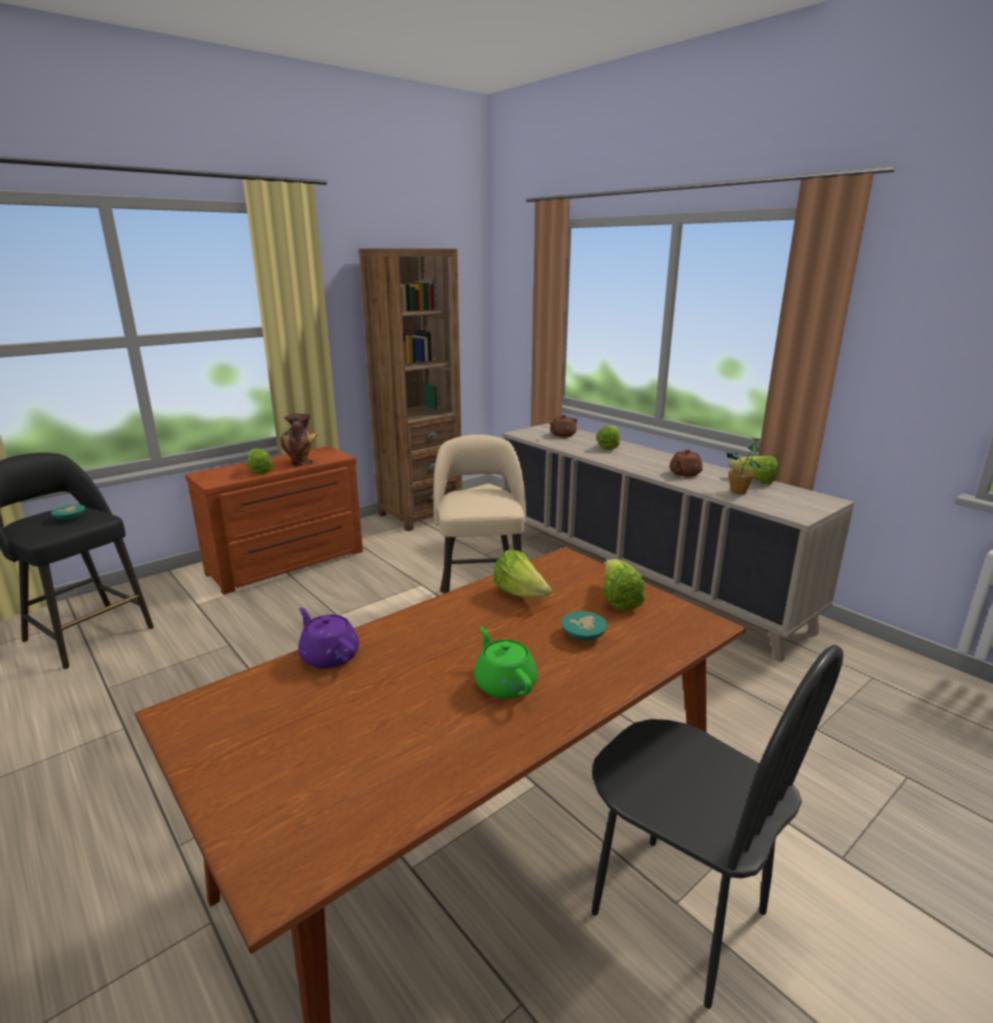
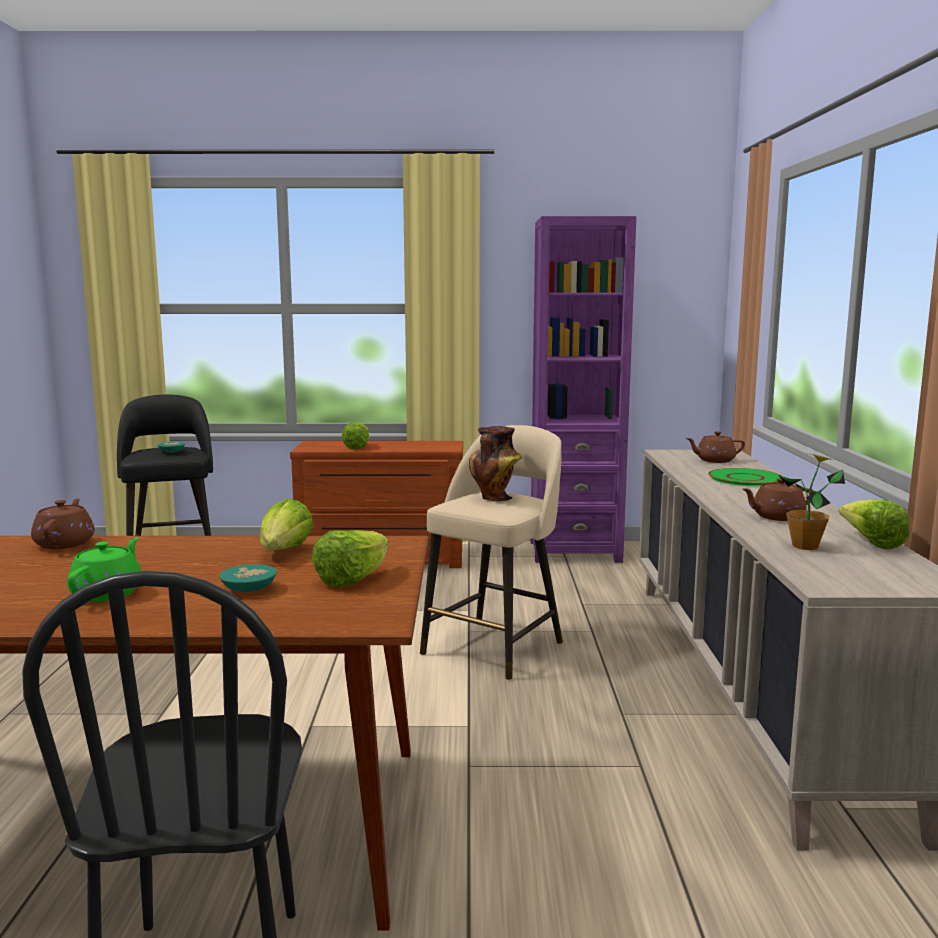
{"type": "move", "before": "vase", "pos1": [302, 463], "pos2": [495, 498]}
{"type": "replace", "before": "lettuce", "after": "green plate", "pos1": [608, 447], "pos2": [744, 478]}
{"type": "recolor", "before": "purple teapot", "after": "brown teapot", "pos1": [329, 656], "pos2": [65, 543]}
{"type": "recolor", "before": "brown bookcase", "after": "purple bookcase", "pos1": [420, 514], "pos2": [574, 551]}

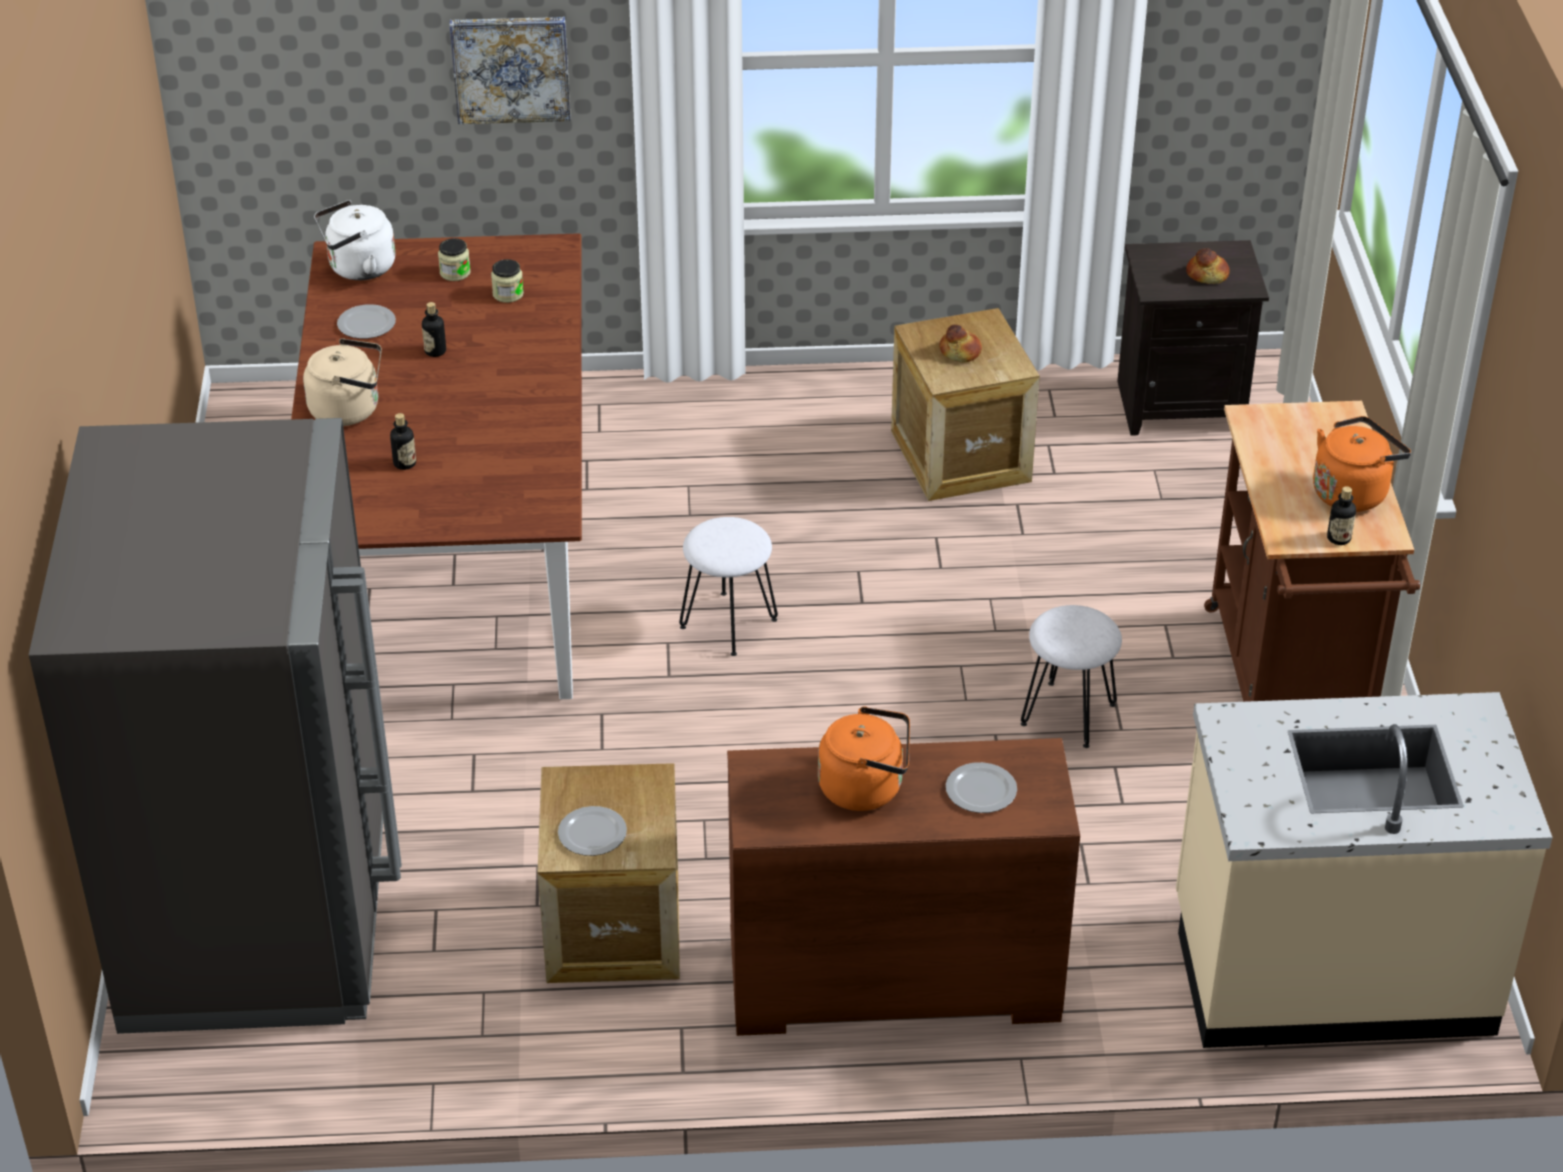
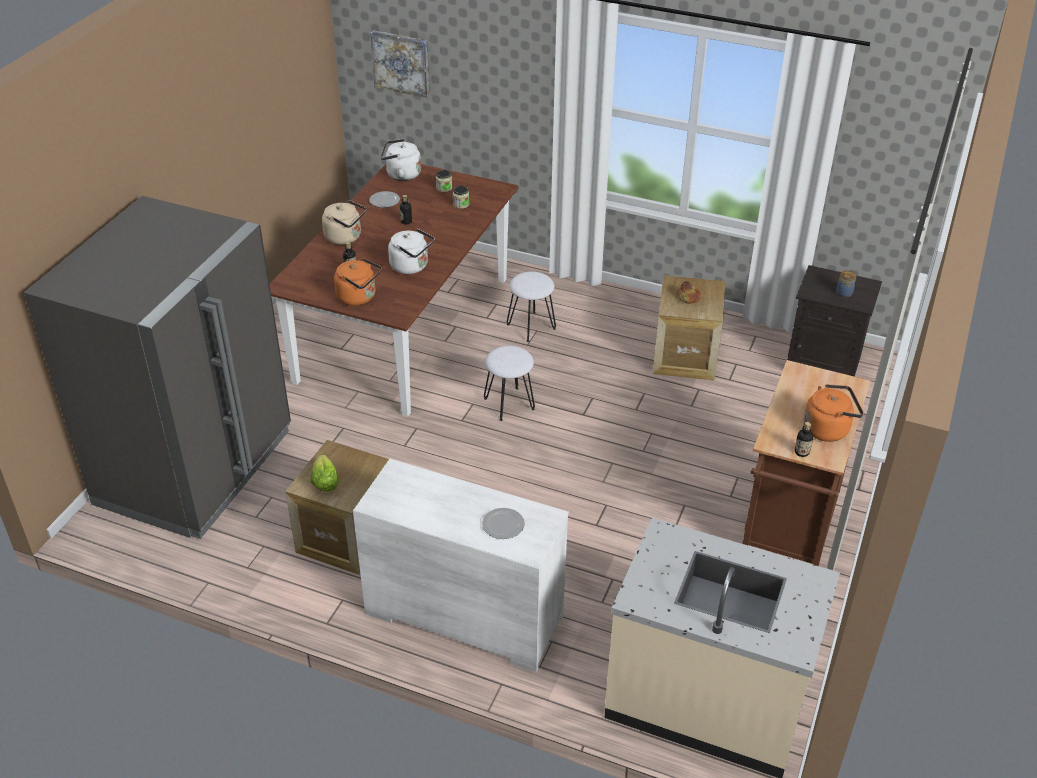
{"type": "insert", "after": "white kettle", "pos2": [411, 267]}
{"type": "move", "before": "picture", "pos1": [511, 68], "pos2": [401, 63]}
{"type": "move", "before": "orange kettle", "pos1": [866, 787], "pos2": [359, 297]}
{"type": "move", "before": "white stool", "pos1": [1069, 714], "pos2": [531, 327]}
{"type": "replace", "before": "plate", "after": "lettuce", "pos1": [592, 834], "pos2": [324, 481]}
{"type": "replace", "before": "bread", "after": "jar", "pos1": [1207, 274], "pos2": [844, 292]}
{"type": "recolor", "before": "brown dresser", "after": "white dresser", "pos1": [892, 981], "pos2": [463, 616]}

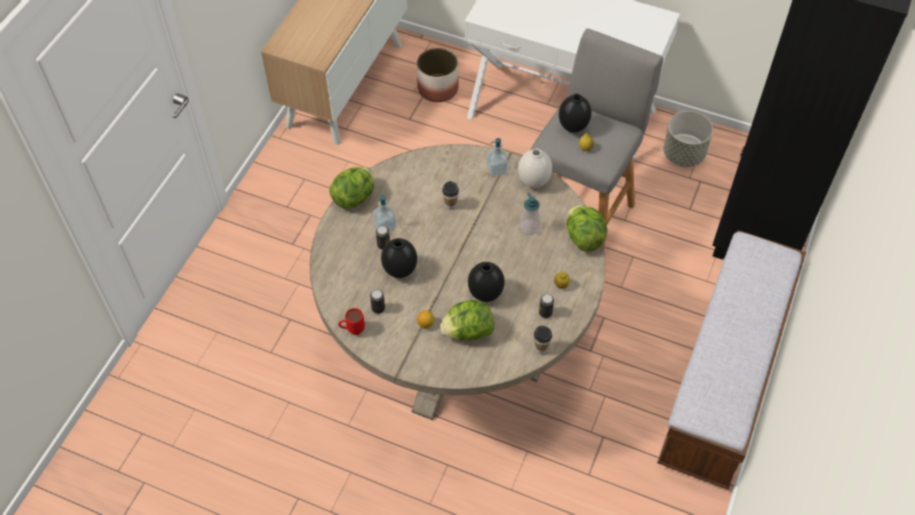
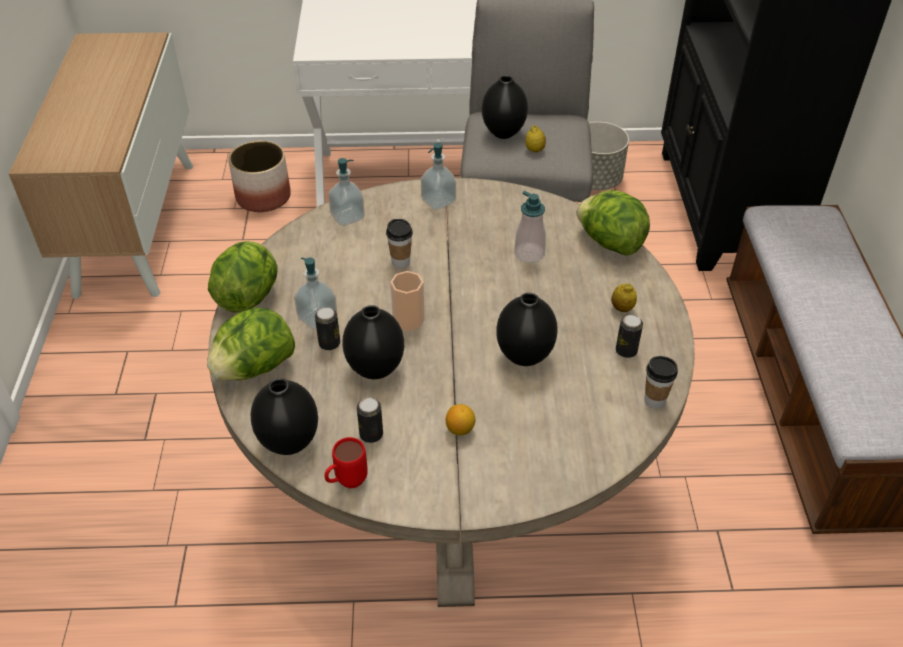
{"type": "delete", "before": "white vase", "pos1": [534, 181]}
{"type": "insert", "after": "black vase", "pos2": [289, 443]}
{"type": "insert", "after": "soap dispenser", "pos2": [347, 217]}
{"type": "insert", "after": "cup", "pos2": [408, 320]}
{"type": "move", "before": "lettuce", "pos1": [467, 331], "pos2": [254, 368]}

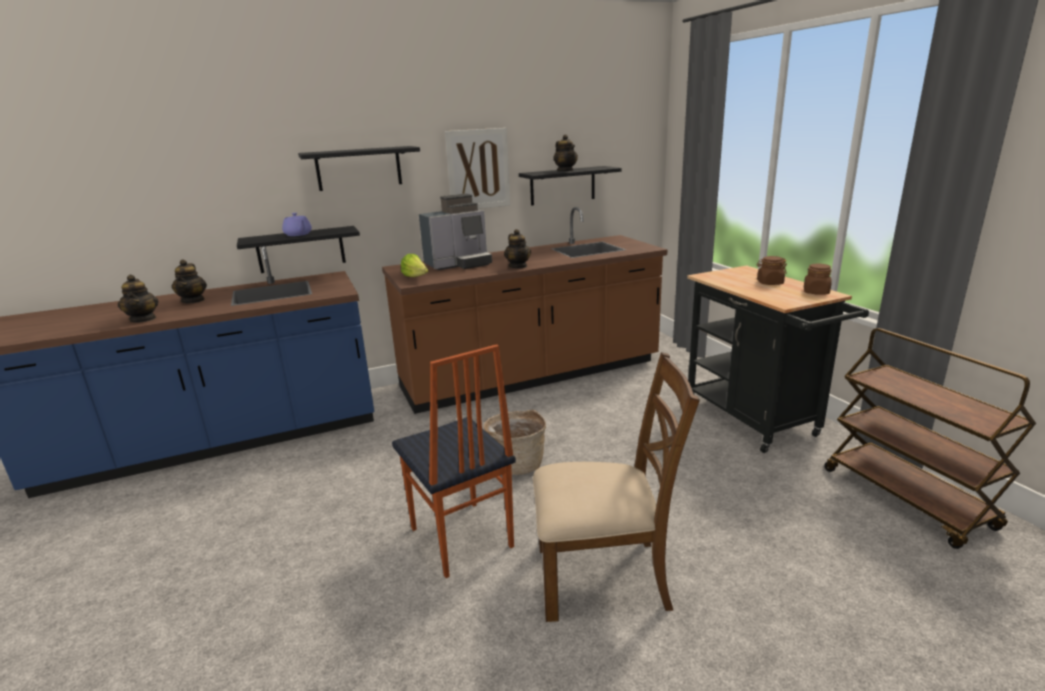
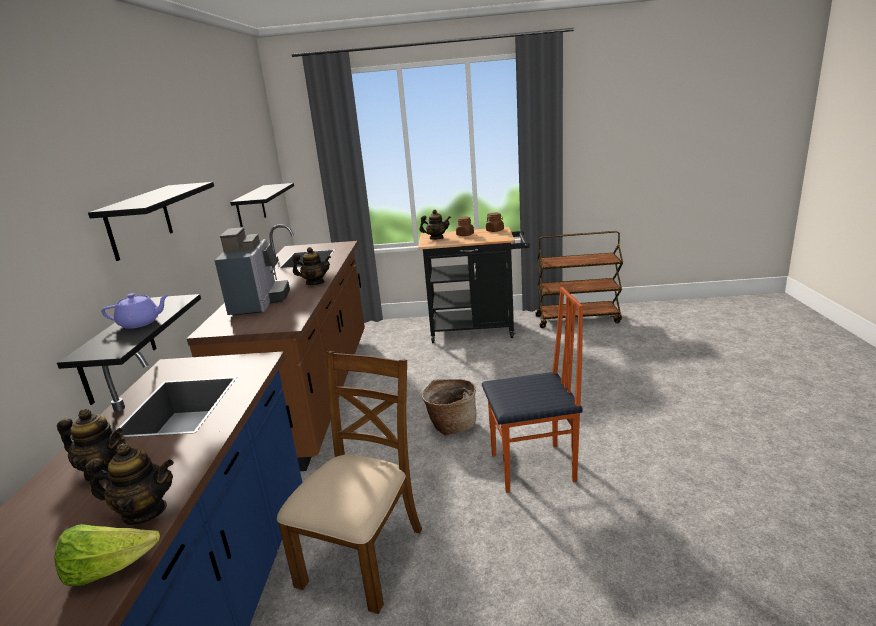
{"type": "delete", "before": "picture", "pos1": [478, 169]}
{"type": "move", "before": "lettuce", "pos1": [416, 278], "pos2": [109, 569]}
{"type": "move", "before": "brown chair", "pos1": [604, 577], "pos2": [364, 555]}
{"type": "move", "before": "teapot", "pos1": [565, 171], "pos2": [436, 238]}

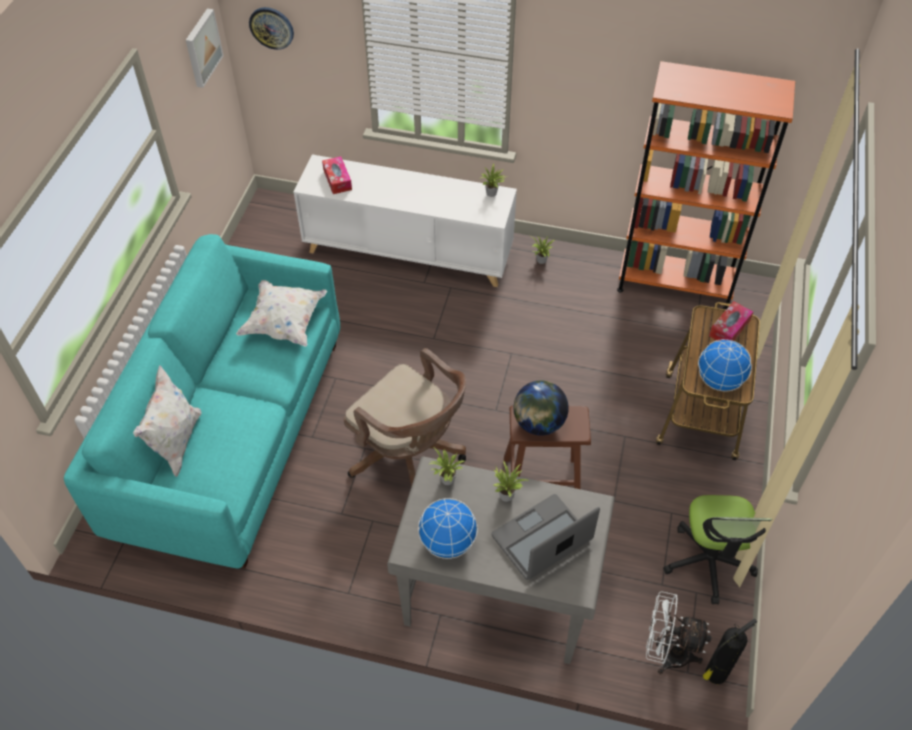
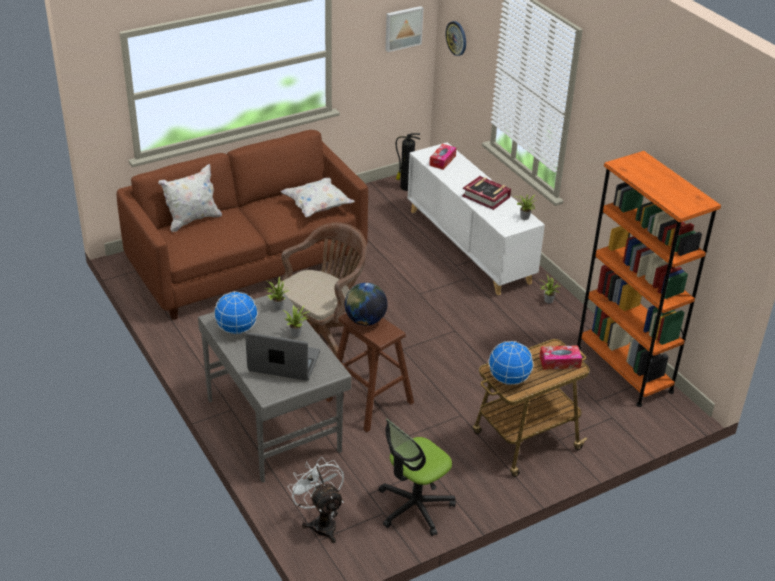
{"type": "insert", "after": "book", "pos2": [486, 196]}
{"type": "move", "before": "fire extinguisher", "pos1": [714, 674], "pos2": [405, 187]}
{"type": "recolor", "before": "turquoise sofa", "after": "brown sofa", "pos1": [230, 434], "pos2": [248, 263]}
{"type": "rotate", "before": "brown office chair", "pos1": [410, 457], "pos2": [322, 335], "turn": -135}

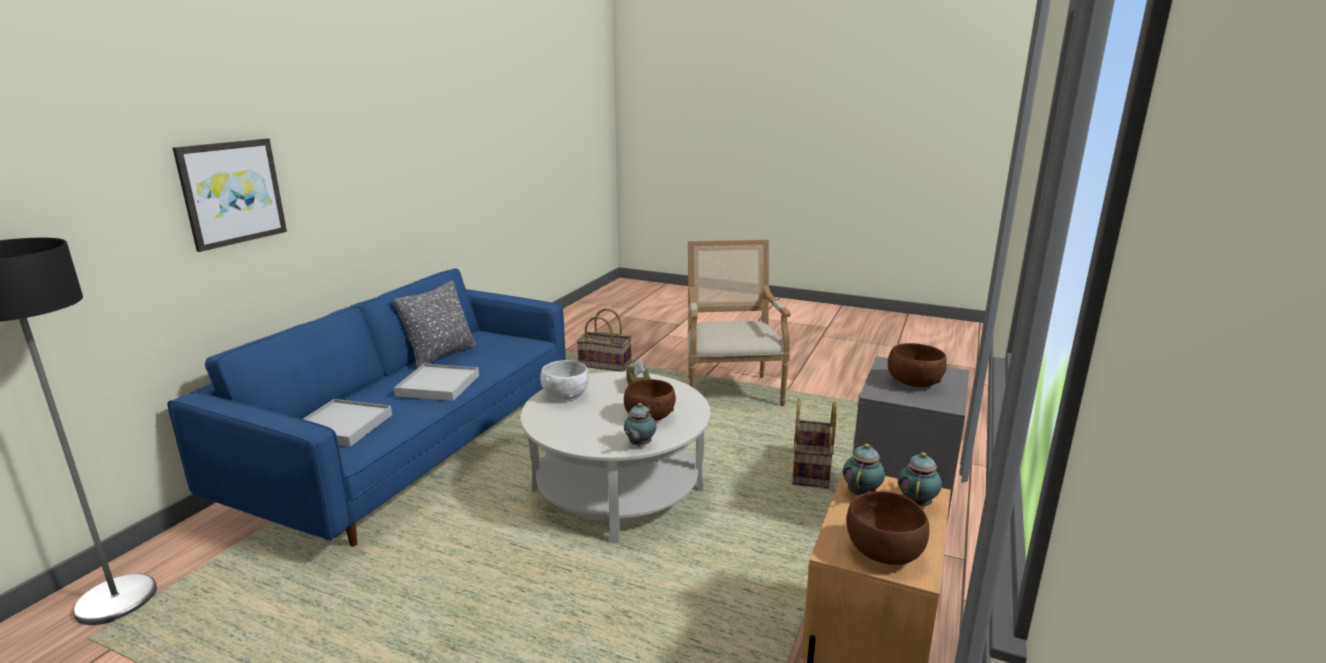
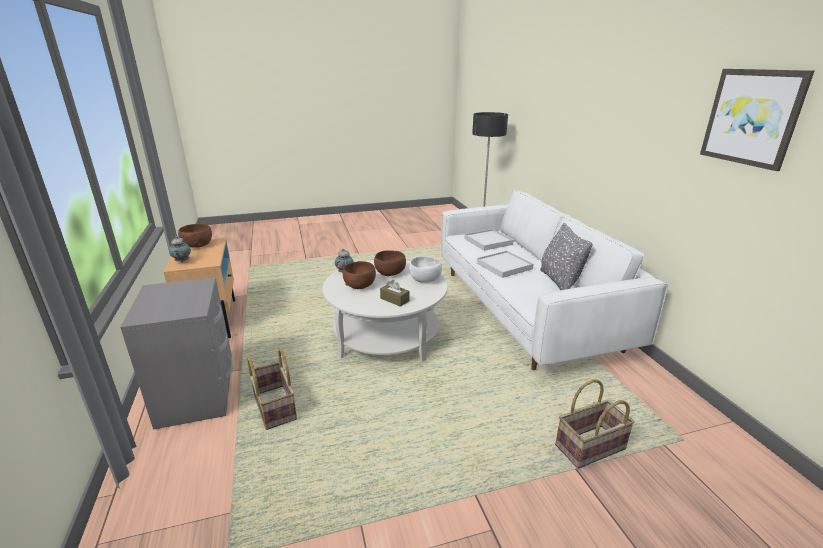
{"type": "delete", "before": "armchair", "pos1": [730, 390]}
{"type": "delete", "before": "teapot", "pos1": [862, 493]}
{"type": "move", "before": "picture", "pos1": [232, 192], "pos2": [752, 117]}
{"type": "move", "before": "brown bowl", "pos1": [913, 383], "pos2": [390, 273]}
{"type": "recolor", "before": "blue sofa", "after": "white sofa", "pos1": [412, 448], "pos2": [524, 308]}

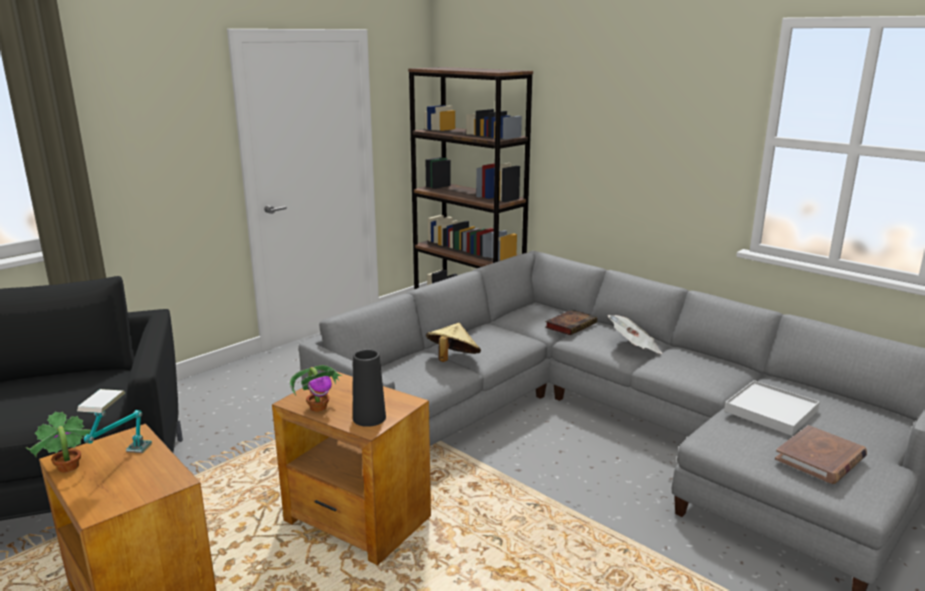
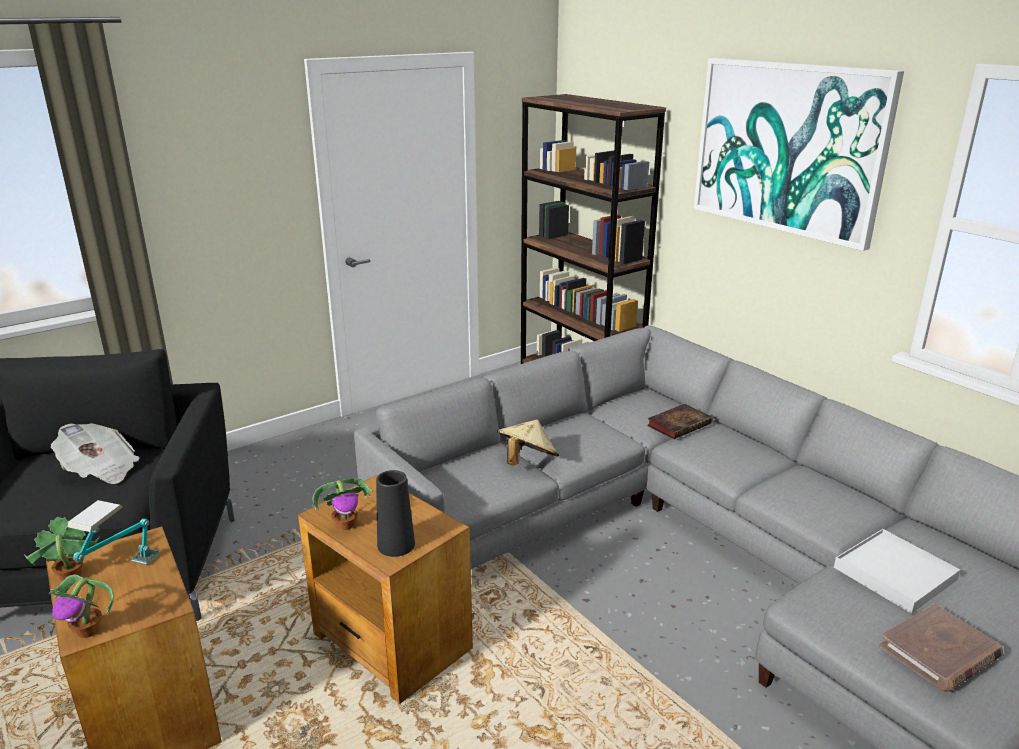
{"type": "insert", "after": "potted plant", "pos2": [89, 630]}
{"type": "insert", "after": "picture", "pos2": [788, 148]}
{"type": "move", "before": "newspaper", "pos1": [634, 347], "pos2": [100, 470]}

